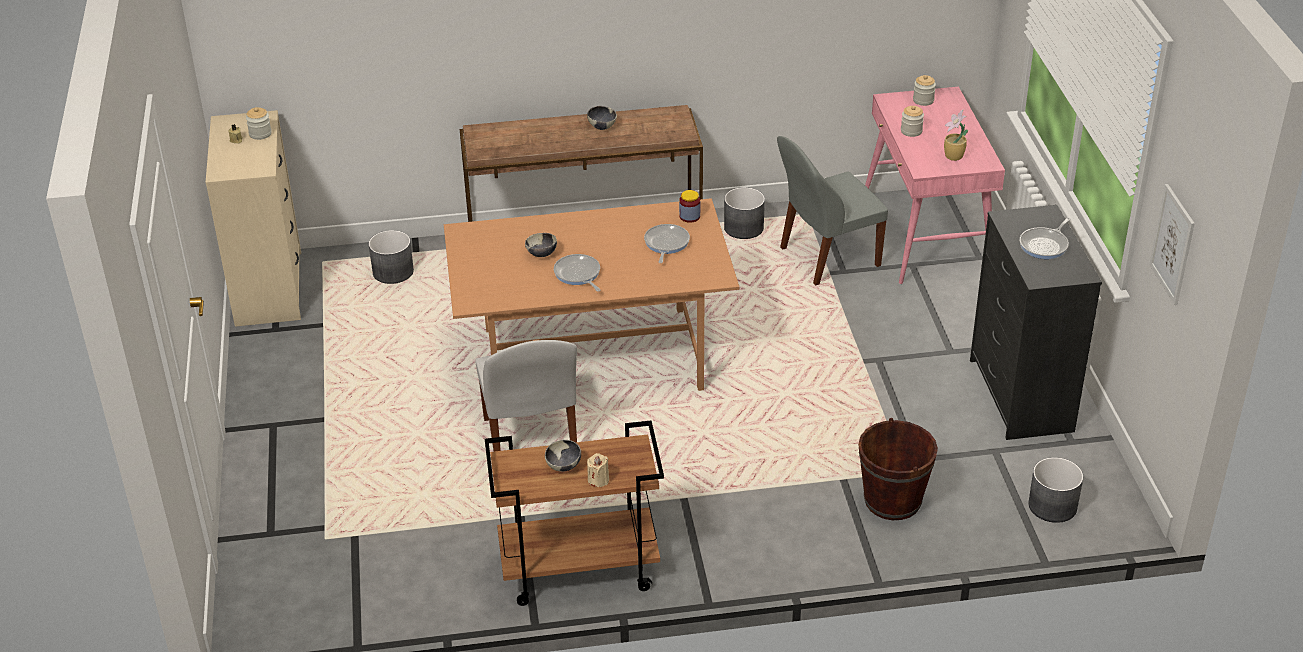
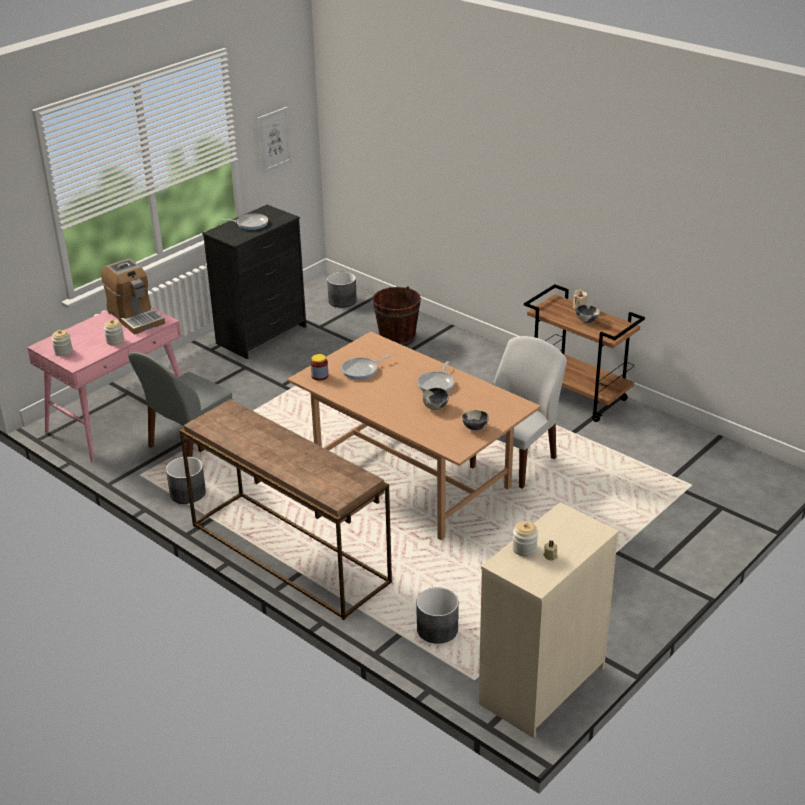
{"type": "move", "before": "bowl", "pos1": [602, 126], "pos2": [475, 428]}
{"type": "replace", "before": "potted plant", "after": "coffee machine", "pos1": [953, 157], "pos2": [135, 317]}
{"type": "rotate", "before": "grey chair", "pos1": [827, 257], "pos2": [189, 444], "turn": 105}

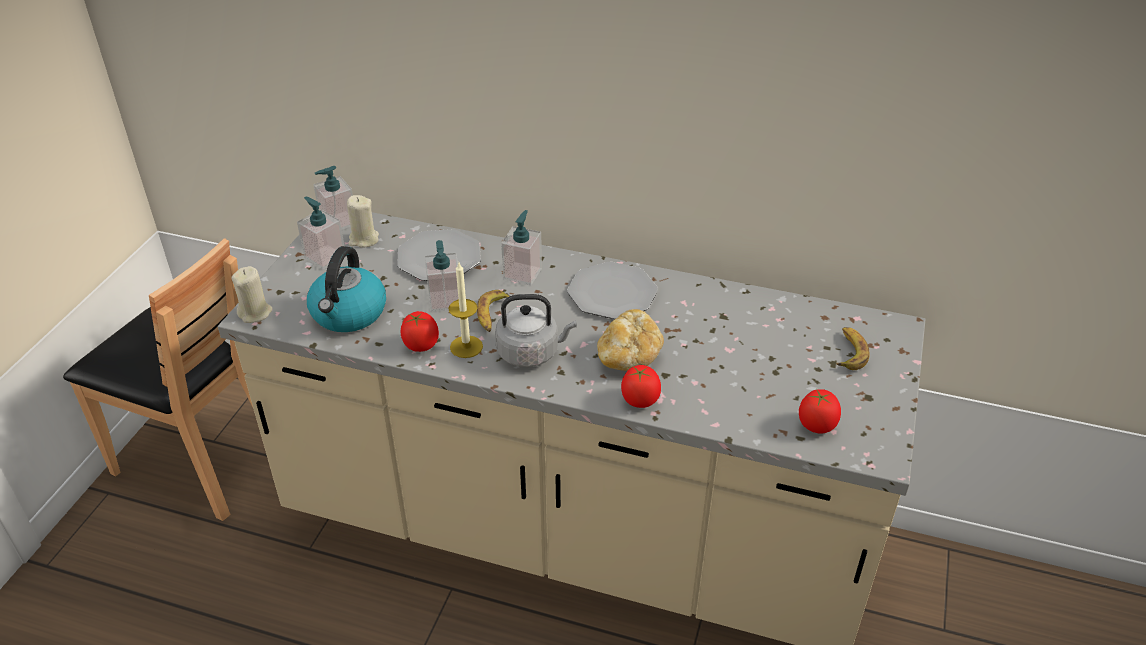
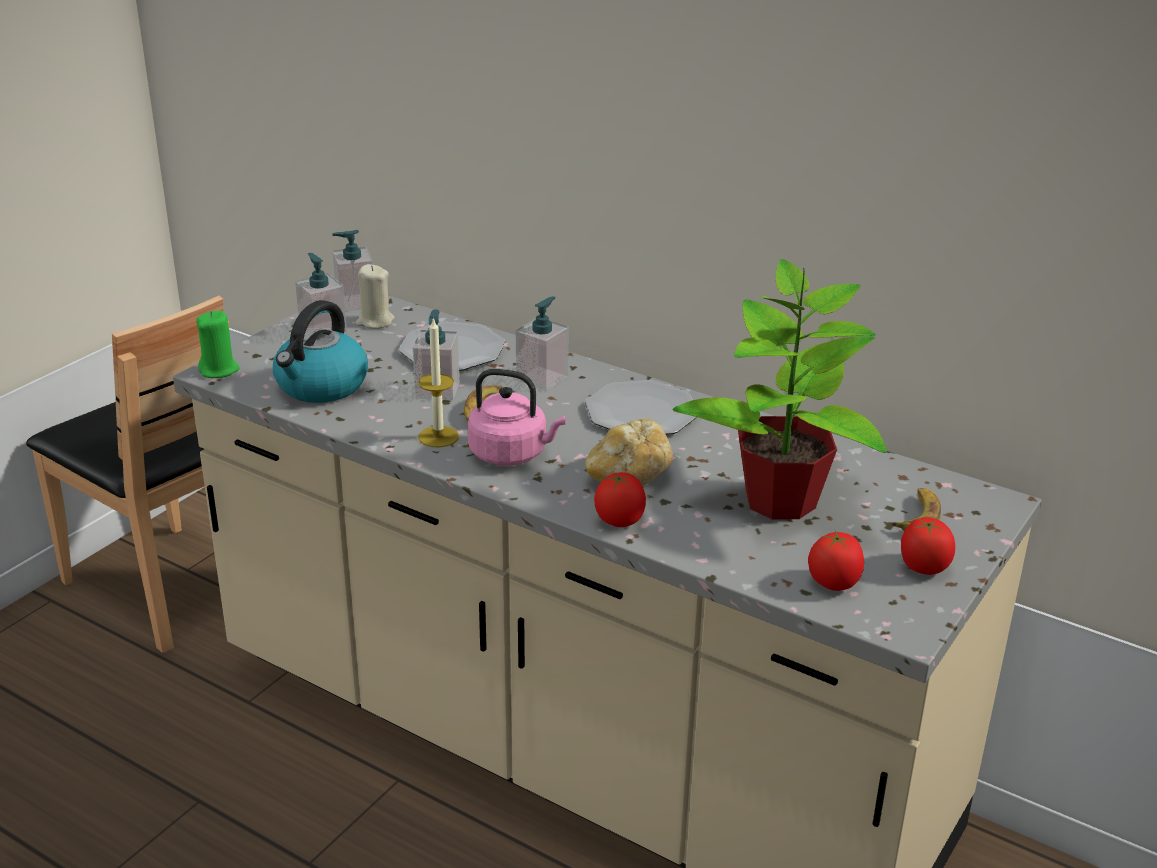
{"type": "insert", "after": "potted plant", "pos2": [779, 502]}
{"type": "move", "before": "tomato", "pos1": [421, 345], "pos2": [923, 567]}
{"type": "recolor", "before": "beige candle", "after": "green candle", "pos1": [255, 313], "pos2": [219, 370]}
{"type": "recolor", "before": "grey kettle", "after": "pink kettle", "pos1": [531, 352], "pos2": [512, 454]}

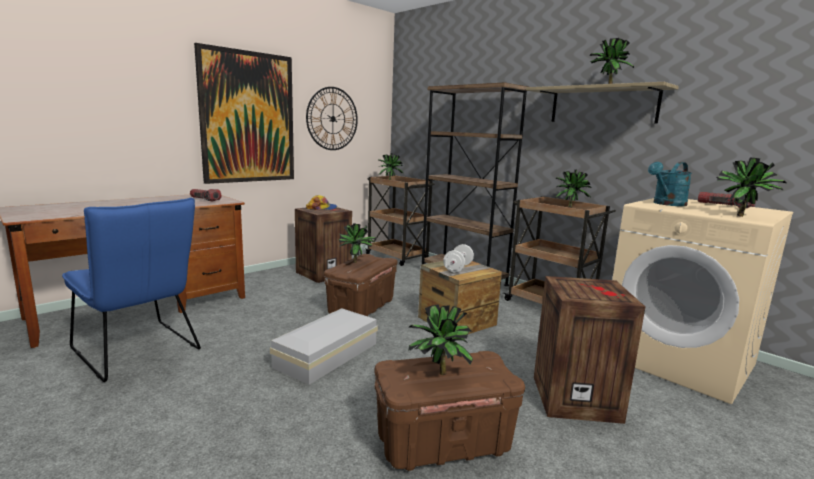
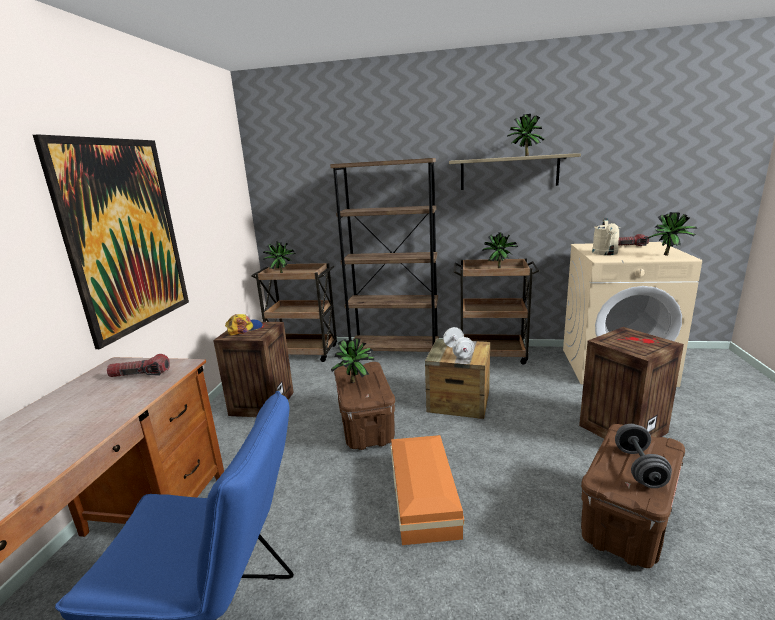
{"type": "delete", "before": "wall clock", "pos1": [332, 119]}
{"type": "replace", "before": "potted plant", "after": "grey dumbbell", "pos1": [439, 375], "pos2": [639, 468]}
{"type": "recolor", "before": "white storage box", "after": "orange storage box", "pos1": [329, 354], "pos2": [425, 495]}
{"type": "recolor", "before": "turquoise watering can", "after": "beige watering can", "pos1": [667, 204], "pos2": [605, 253]}

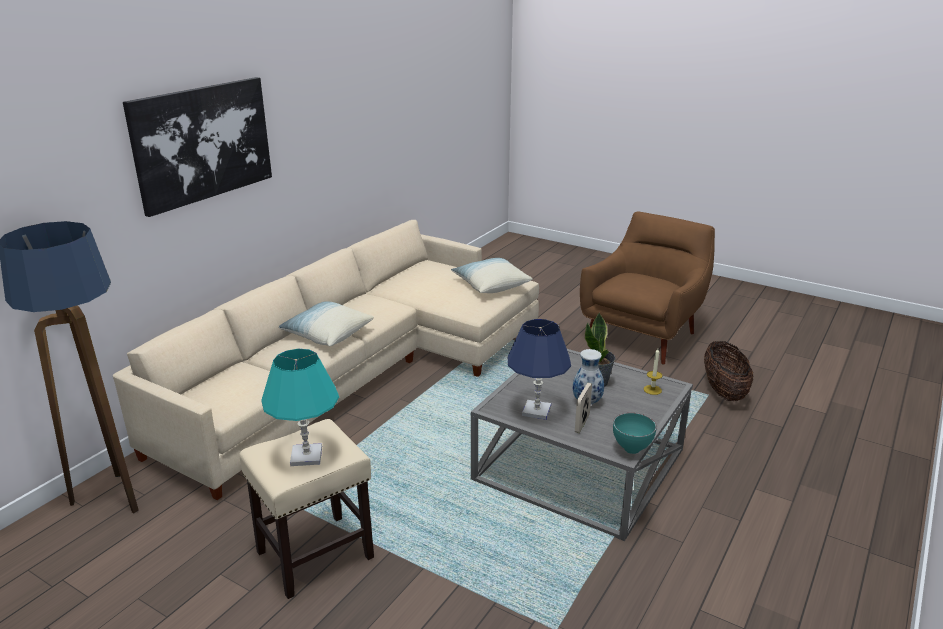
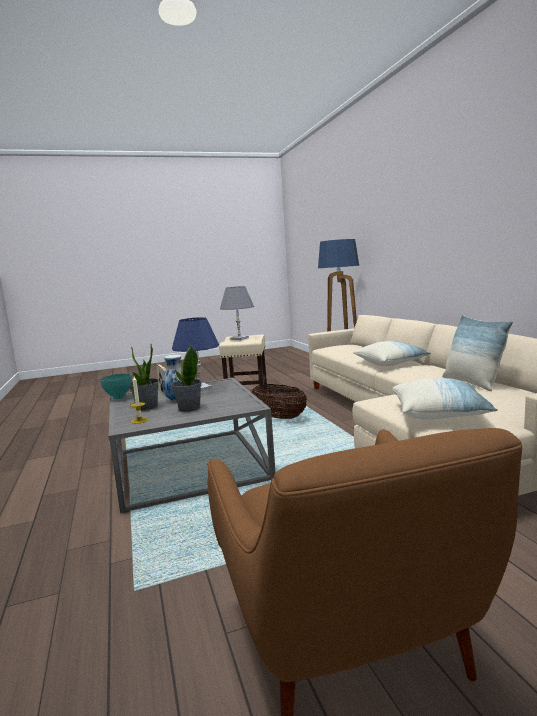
{"type": "delete", "before": "picture", "pos1": [203, 143]}
{"type": "insert", "after": "potted plant", "pos2": [147, 407]}
{"type": "insert", "after": "pillow", "pos2": [472, 383]}
{"type": "move", "before": "basket", "pos1": [723, 391], "pos2": [279, 417]}
{"type": "recolor", "before": "turquoise table lamp", "after": "grey table lamp", "pos1": [307, 456], "pos2": [239, 338]}

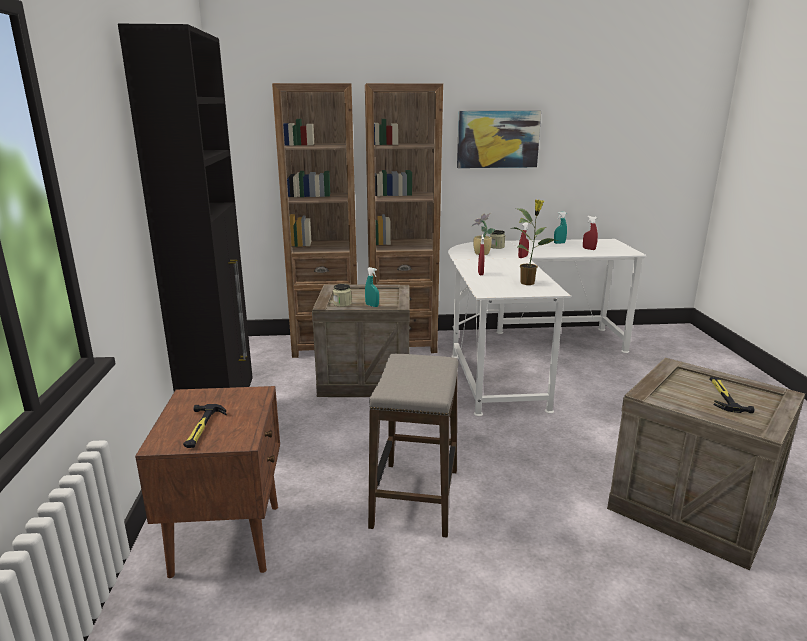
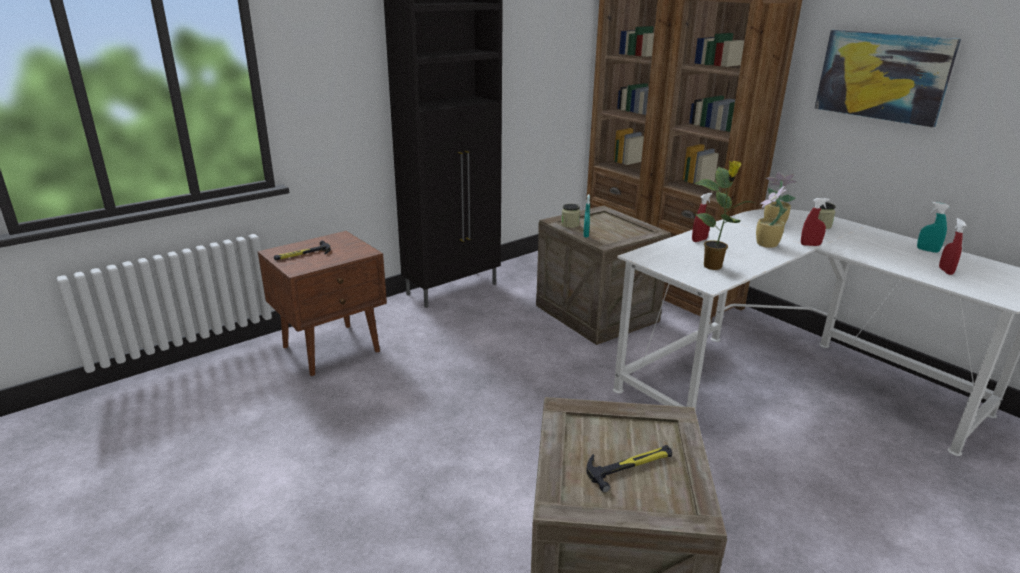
{"type": "delete", "before": "stool", "pos1": [415, 498]}
{"type": "insert", "after": "potted plant", "pos2": [766, 245]}

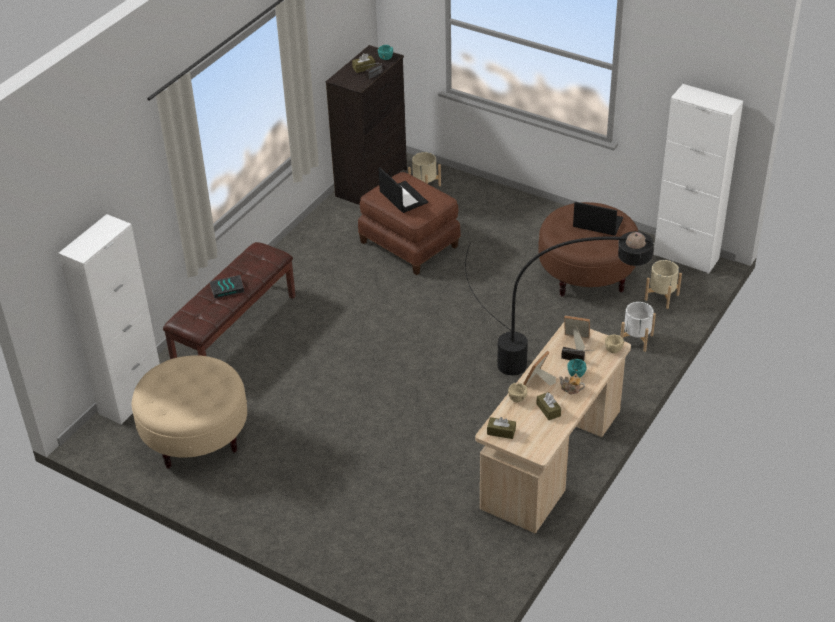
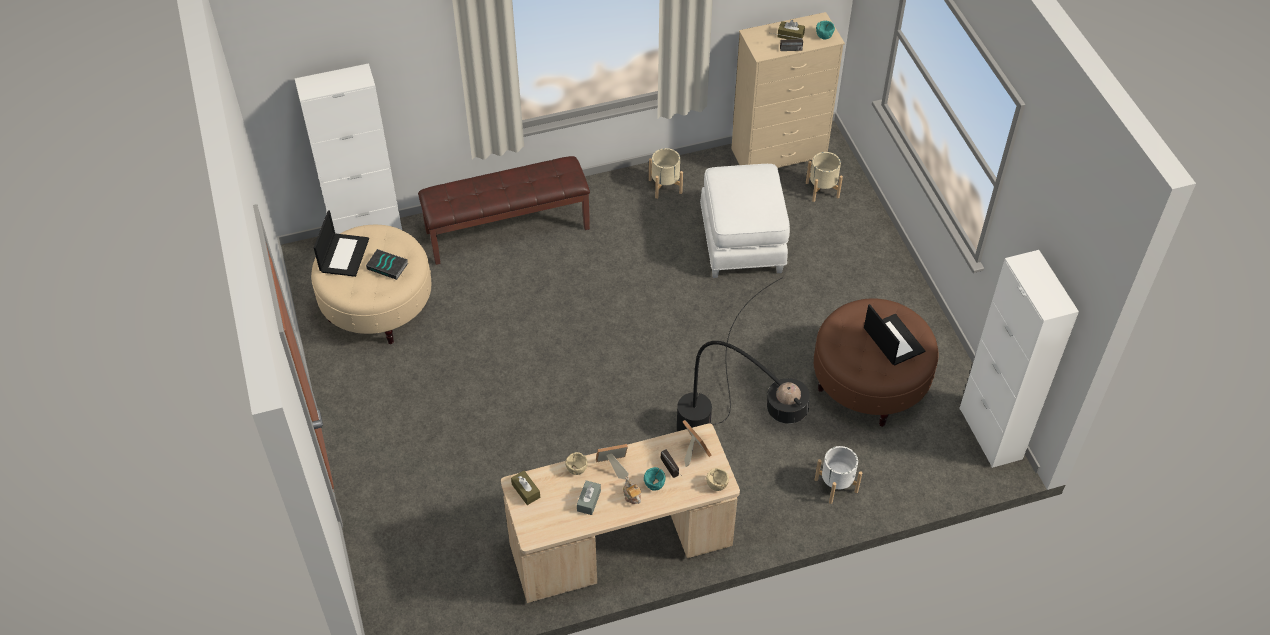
{"type": "move", "before": "book", "pos1": [227, 288], "pos2": [388, 266]}
{"type": "move", "before": "laptop", "pos1": [402, 197], "pos2": [344, 254]}
{"type": "move", "before": "beige planter", "pos1": [661, 297], "pos2": [665, 186]}
{"type": "recolor", "before": "black dresser", "after": "beige dresser", "pos1": [372, 182], "pos2": [779, 155]}
{"type": "recolor", "before": "brown ottoman", "after": "white ottoman", "pos1": [410, 243], "pos2": [743, 241]}
{"type": "recolor", "before": "brown tissue box", "after": "grey tissue box", "pos1": [548, 410], "pos2": [589, 501]}

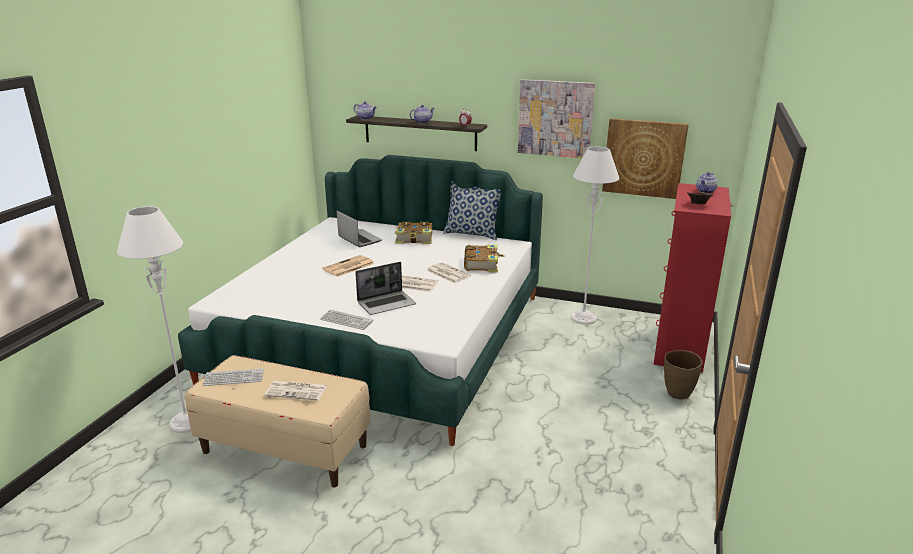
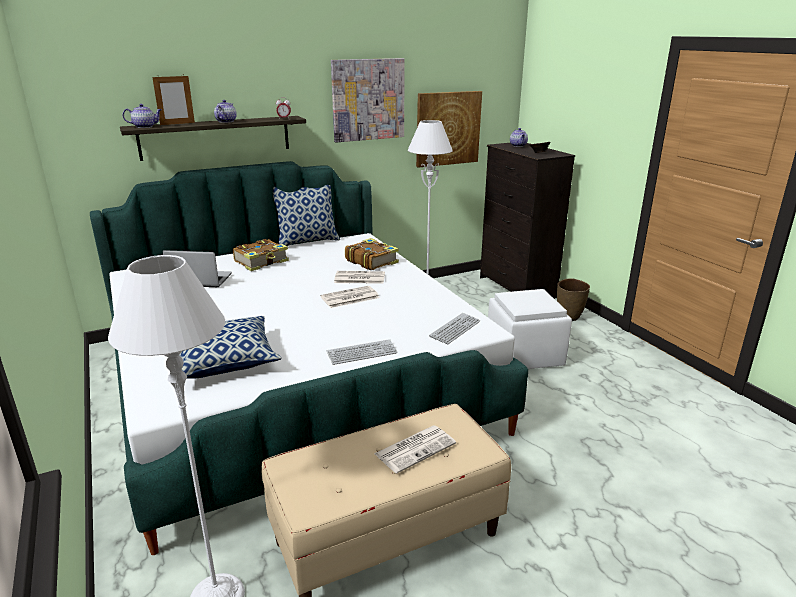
{"type": "delete", "before": "newspaper", "pos1": [348, 267]}
{"type": "delete", "before": "laptop", "pos1": [387, 303]}
{"type": "insert", "after": "picture frame", "pos2": [177, 123]}
{"type": "insert", "after": "pillow", "pos2": [225, 361]}
{"type": "insert", "after": "white ottoman", "pos2": [524, 355]}
{"type": "move", "before": "keyboard", "pos1": [234, 378], "pos2": [455, 329]}
{"type": "recolor", "before": "red dresser", "after": "black dresser", "pos1": [678, 347], "pos2": [516, 288]}

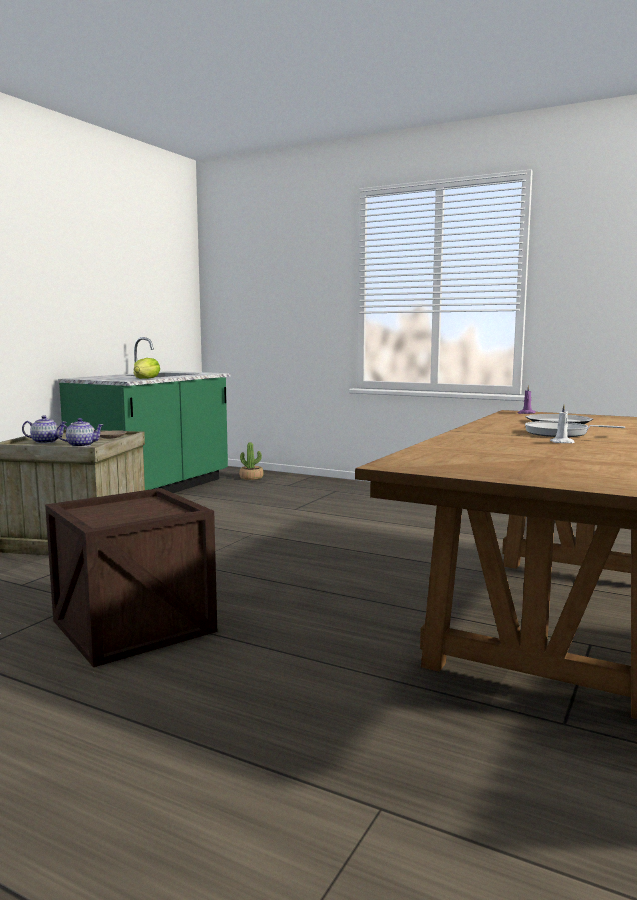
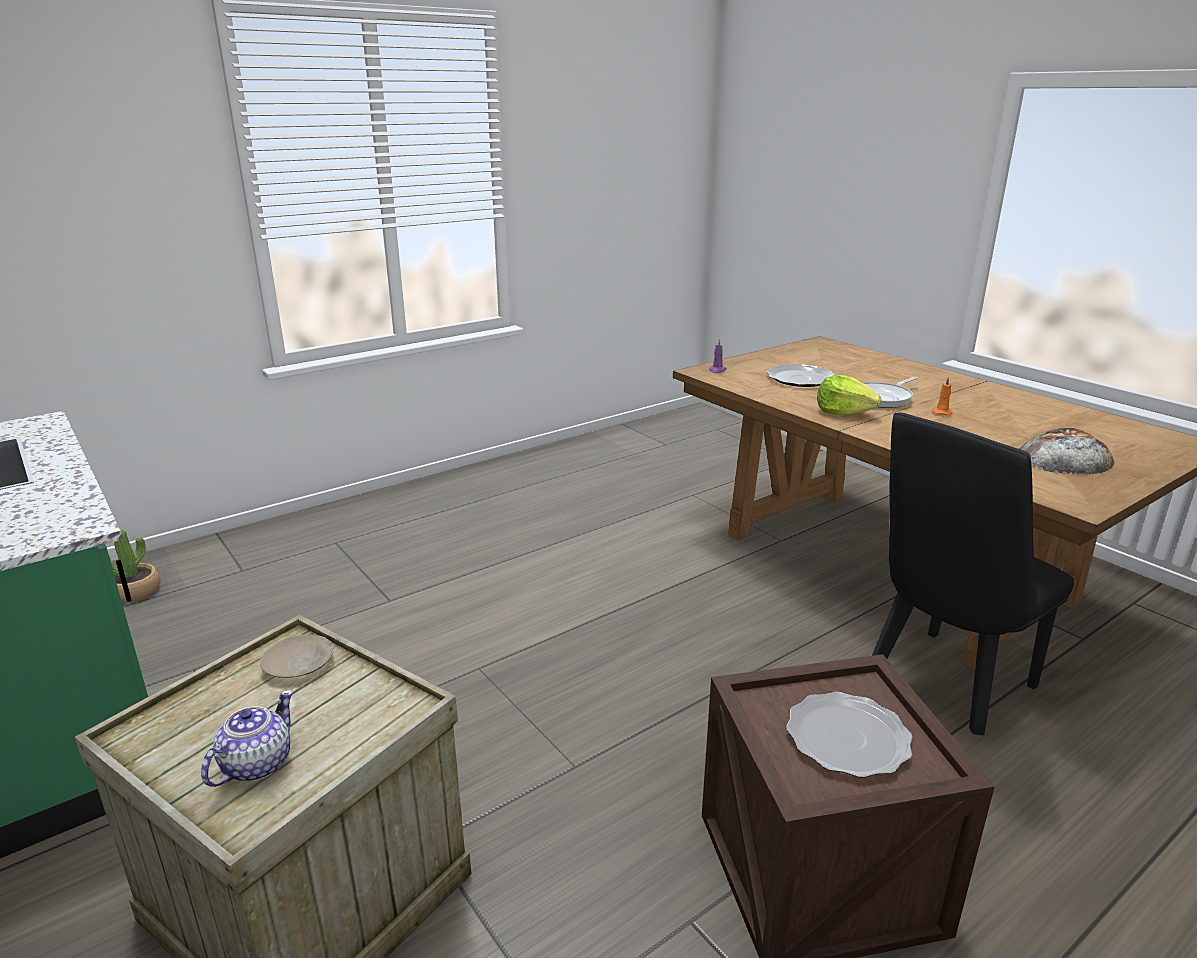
{"type": "delete", "before": "teapot", "pos1": [81, 445]}
{"type": "insert", "after": "plate", "pos2": [847, 739]}
{"type": "insert", "after": "black chair", "pos2": [944, 685]}
{"type": "insert", "after": "bread", "pos2": [1064, 458]}
{"type": "move", "before": "lettuce", "pos1": [146, 379], "pos2": [843, 412]}
{"type": "recolor", "before": "white candle", "after": "orange candle", "pos1": [562, 442], "pos2": [941, 412]}

